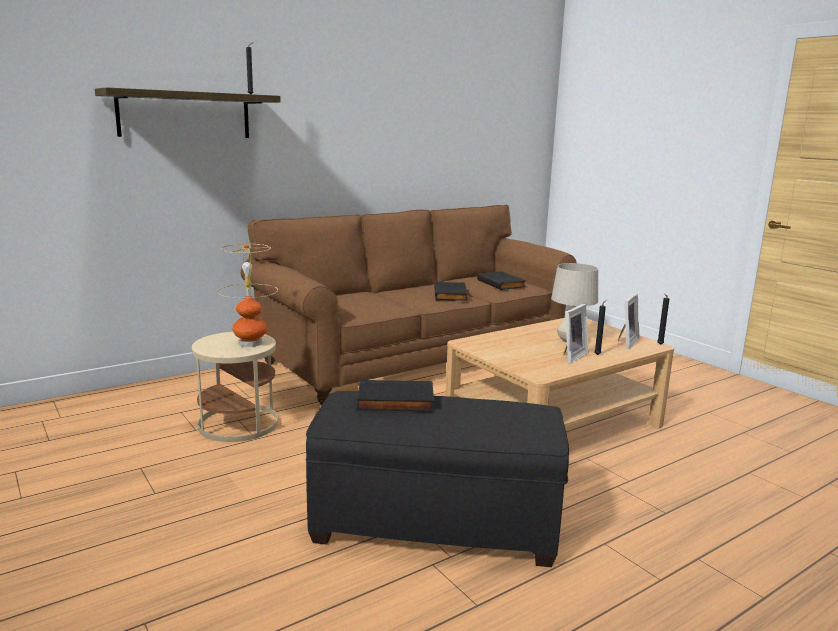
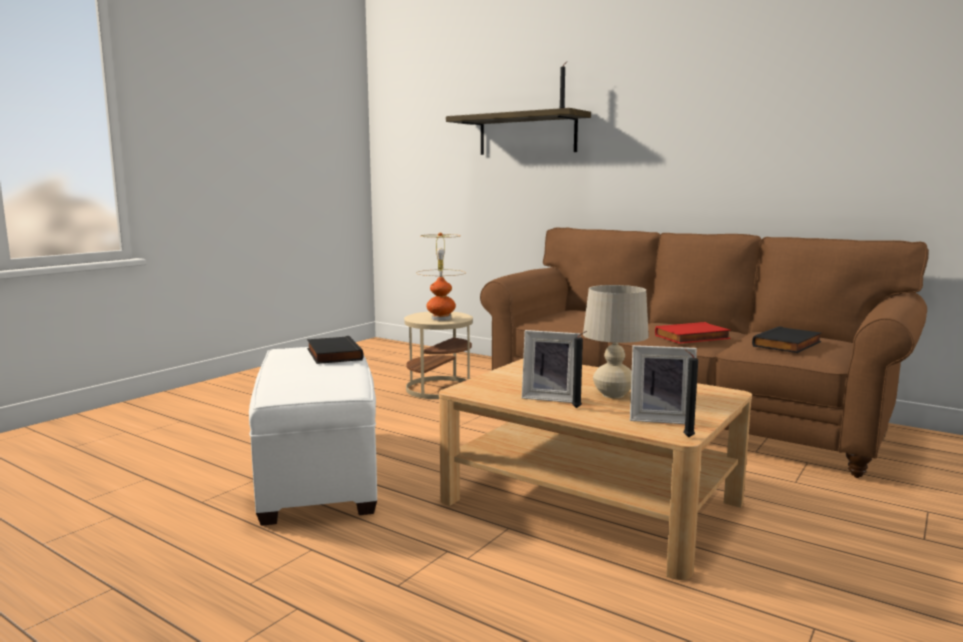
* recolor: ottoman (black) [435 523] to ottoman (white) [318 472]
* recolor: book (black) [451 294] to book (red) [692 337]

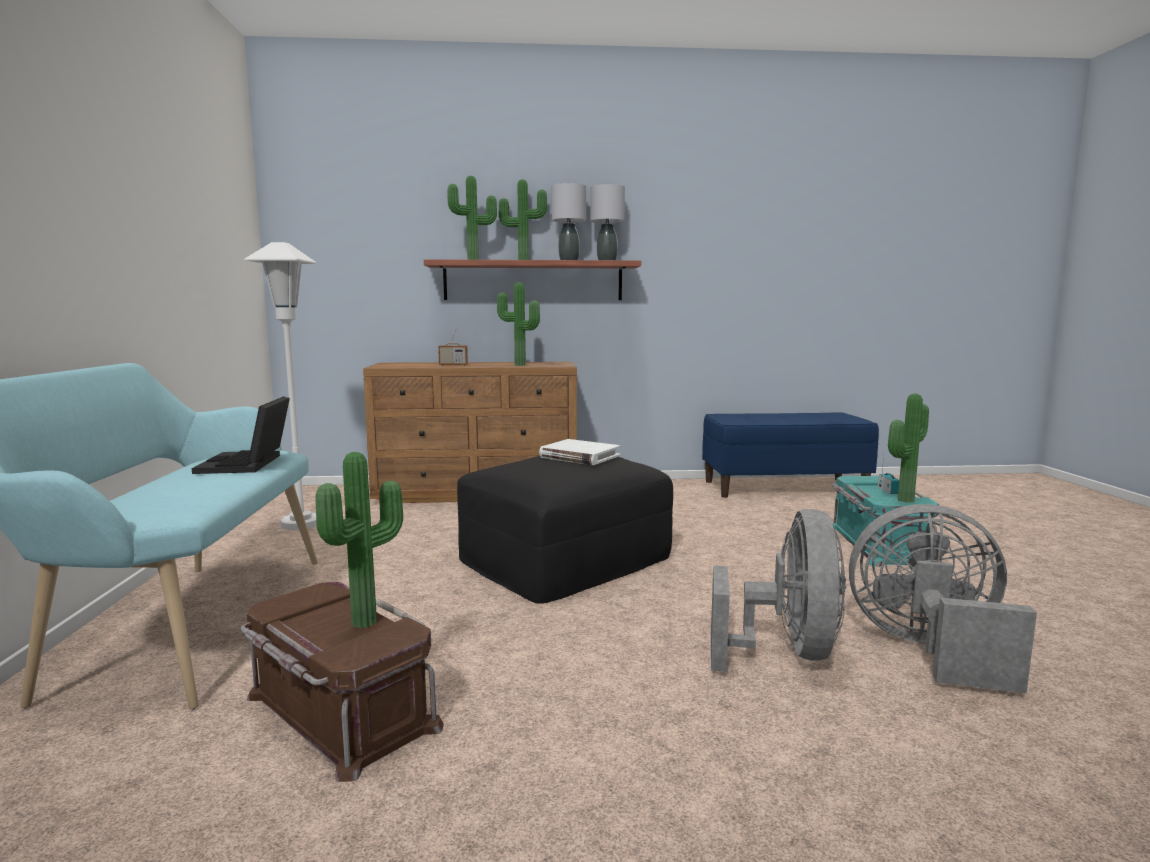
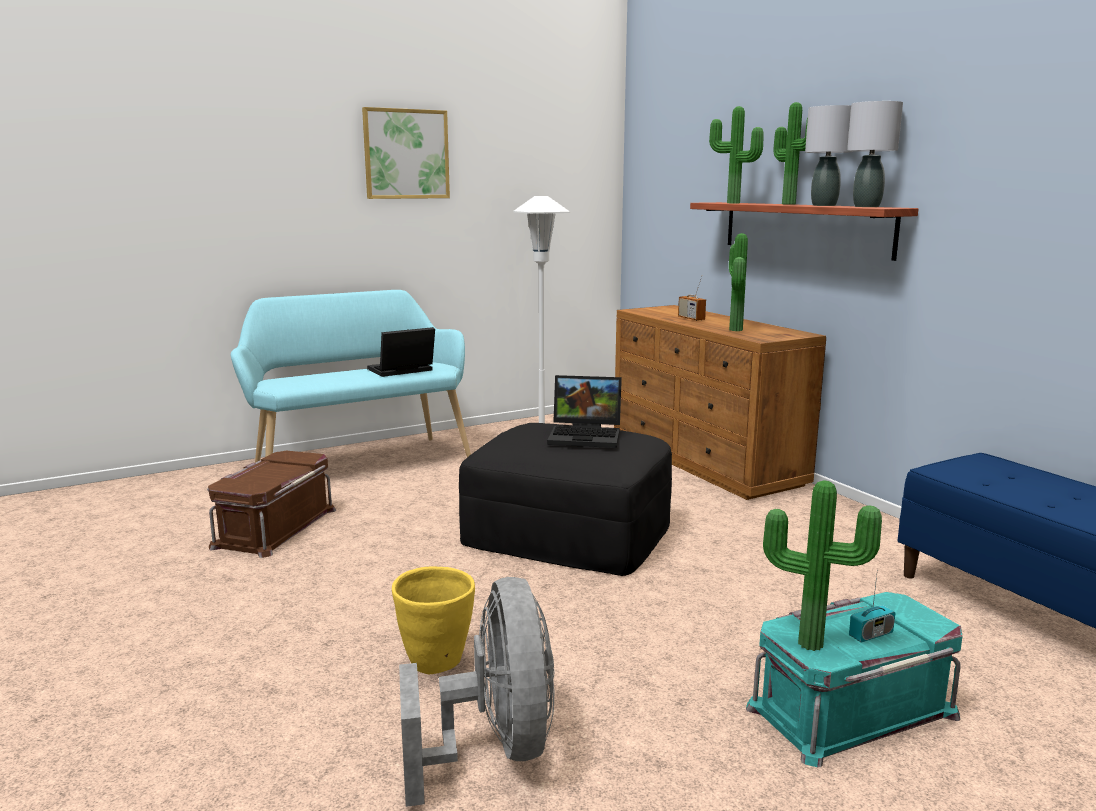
* delete: potted plant [368 623]
* replace: book (white) [579 456] to laptop [587 436]
* replace: fan (grey) [786 652] to planter (yellow) [437 662]
* insert: picture [406 154]

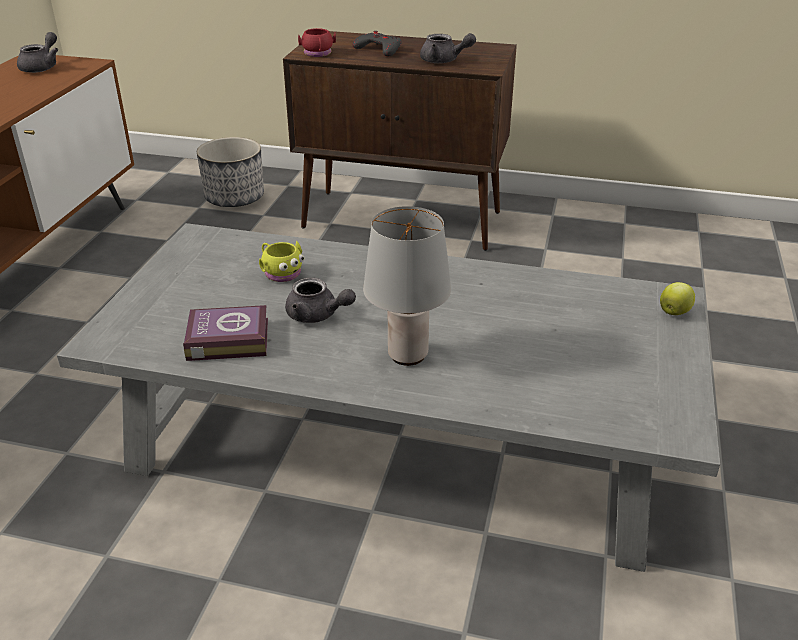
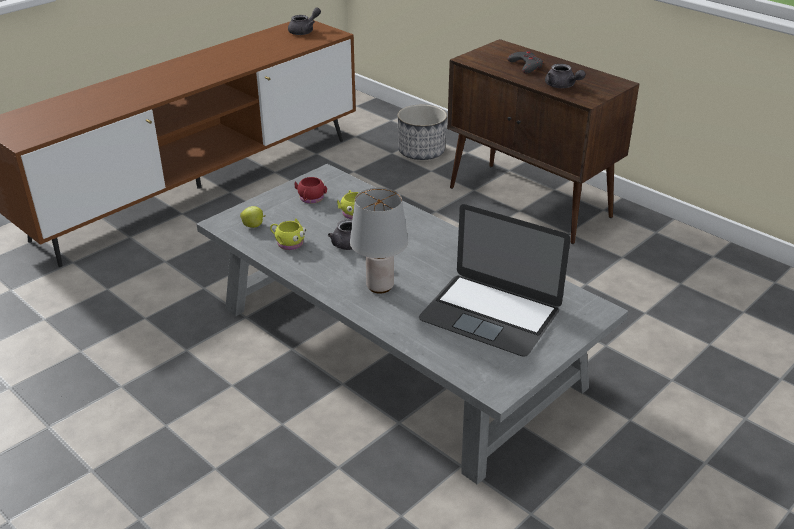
* replace: book [226 339] to mug (yellow) [288 243]
* move: mug (red) [318 54] to [310 199]
* move: apple [674 312] to [254 226]
* insert: laptop [490 314]

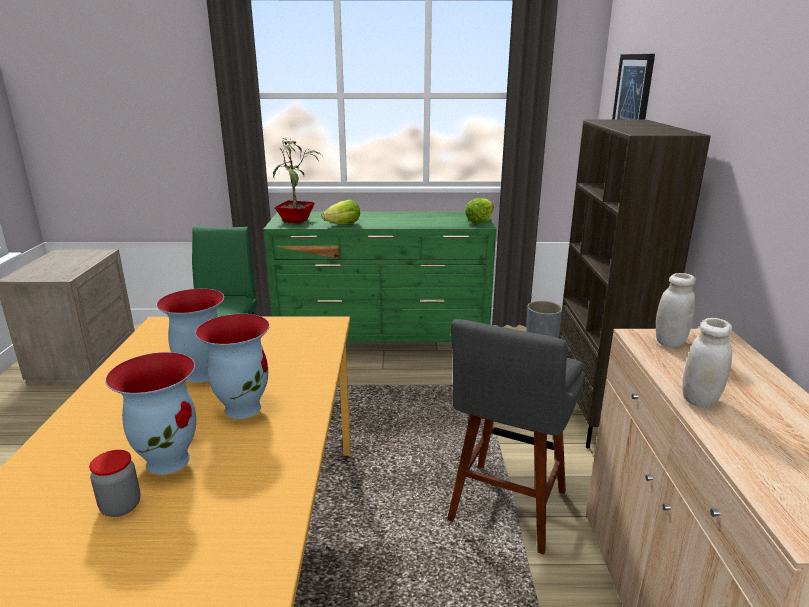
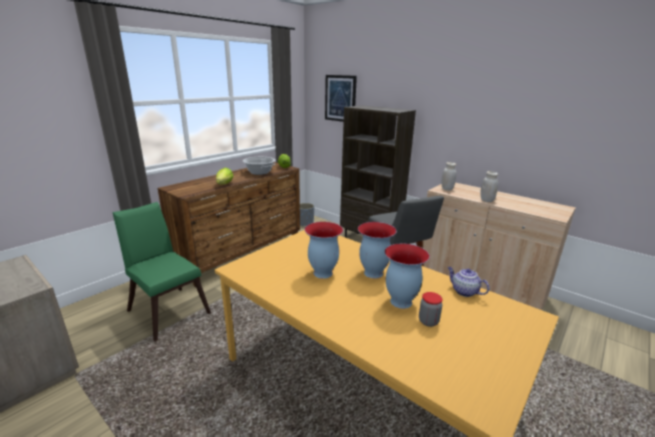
* recolor: dresser (green) [383 346] to dresser (brown) [242 255]
* delete: potted plant [297 221]
* insert: cooking pot [260 172]
* insert: teapot [464 291]

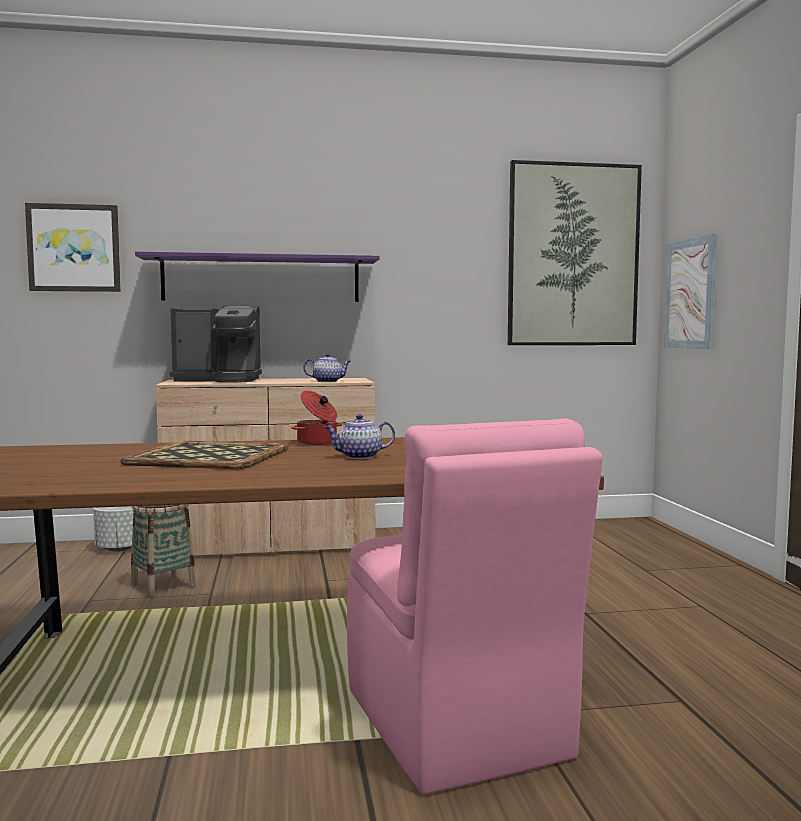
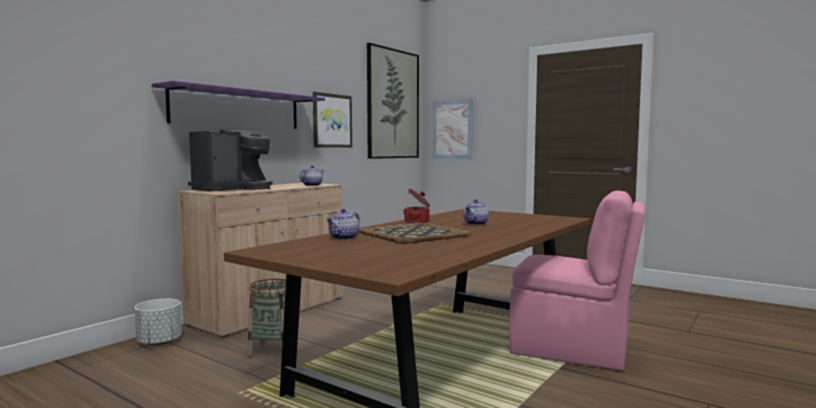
* move: picture [74 248] to [332 121]
* insert: teapot [343 238]

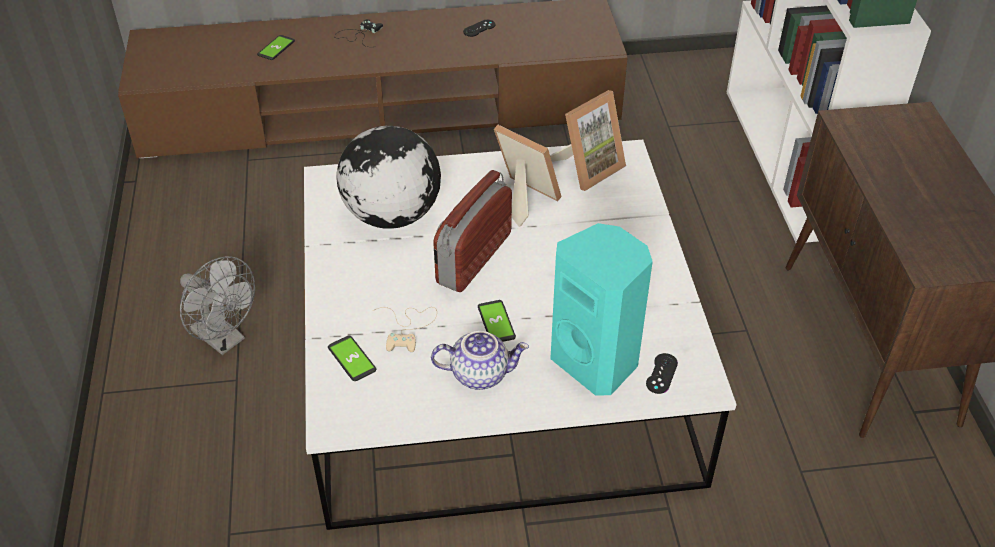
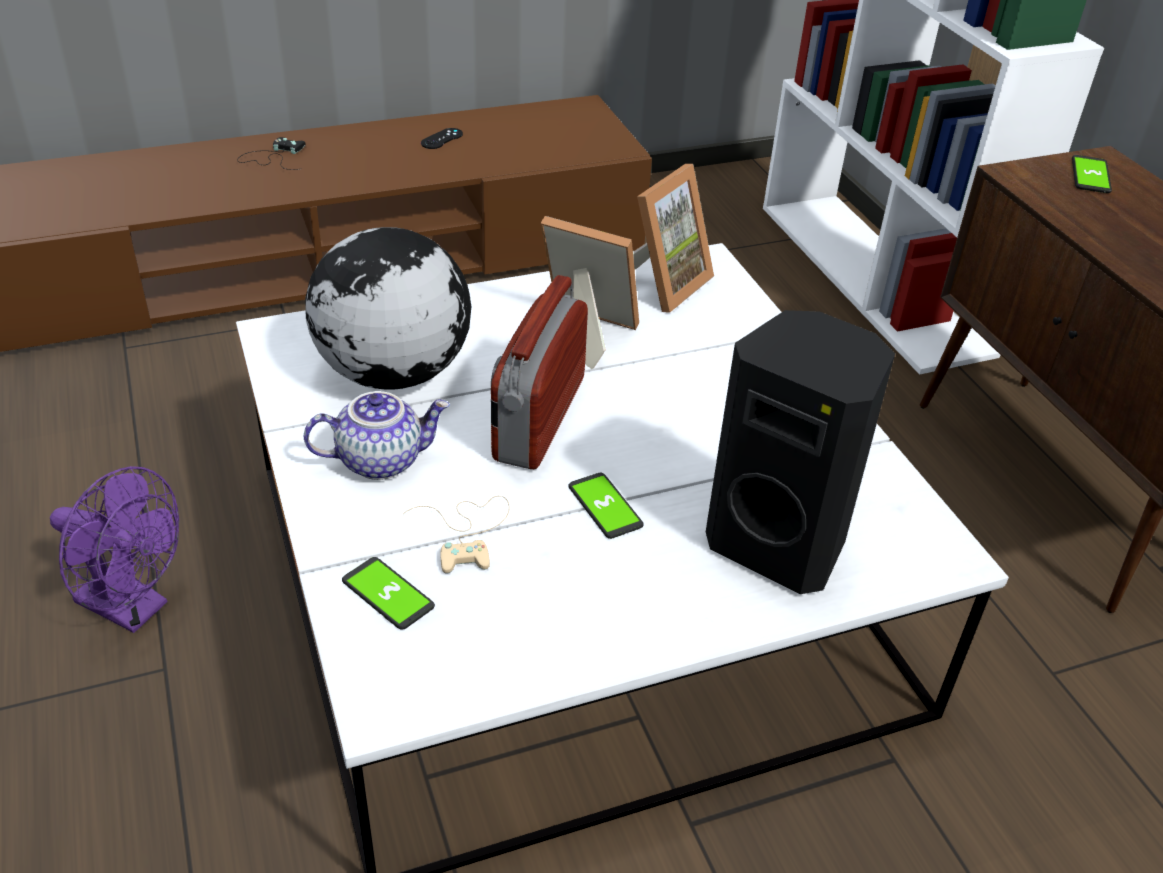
* recolor: fan (grey) [224 339] to fan (purple) [133 608]
* move: phone [276 48] to [1090 175]
* move: teapot [480 373] to [381 459]
* recolor: speaker (turquoise) [597 361] to speaker (black) [779 543]
* delete: game controller (black) [661 373]

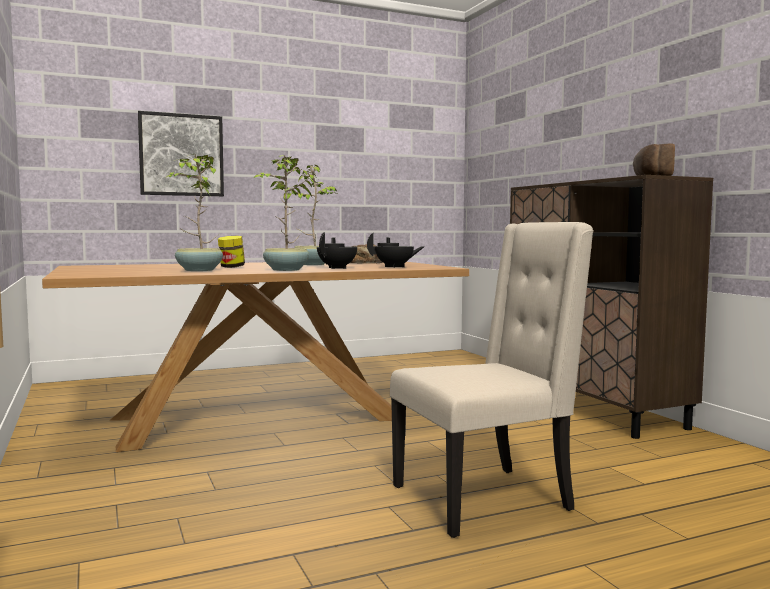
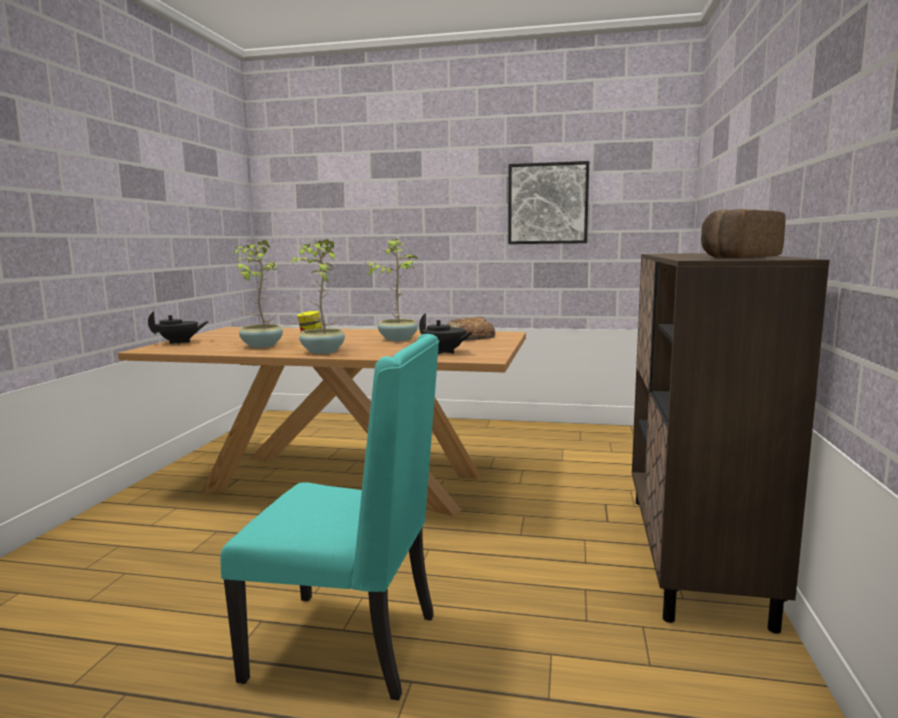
* move: picture [181 155] to [548 203]
* move: teapot (black) [337 268] to [180 342]
* recolor: chair (beige) [485 498] to chair (turquoise) [349 646]

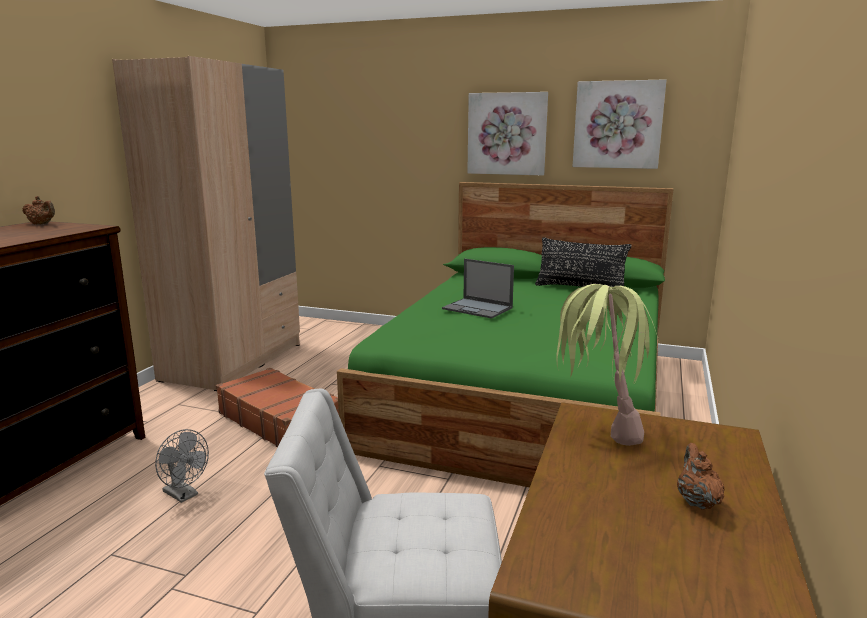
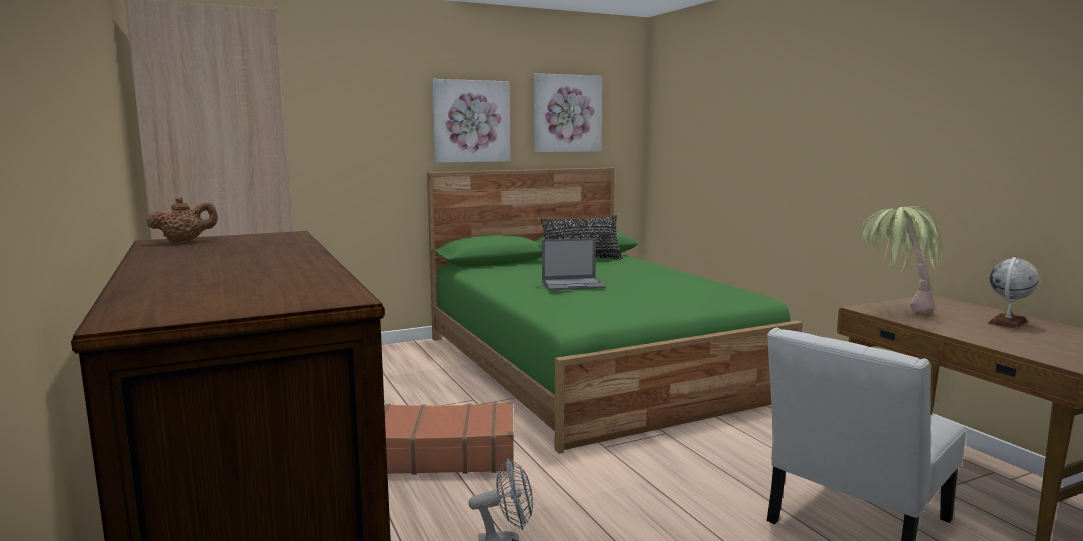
* replace: teapot (brown) [696 501] to globe [1007 322]

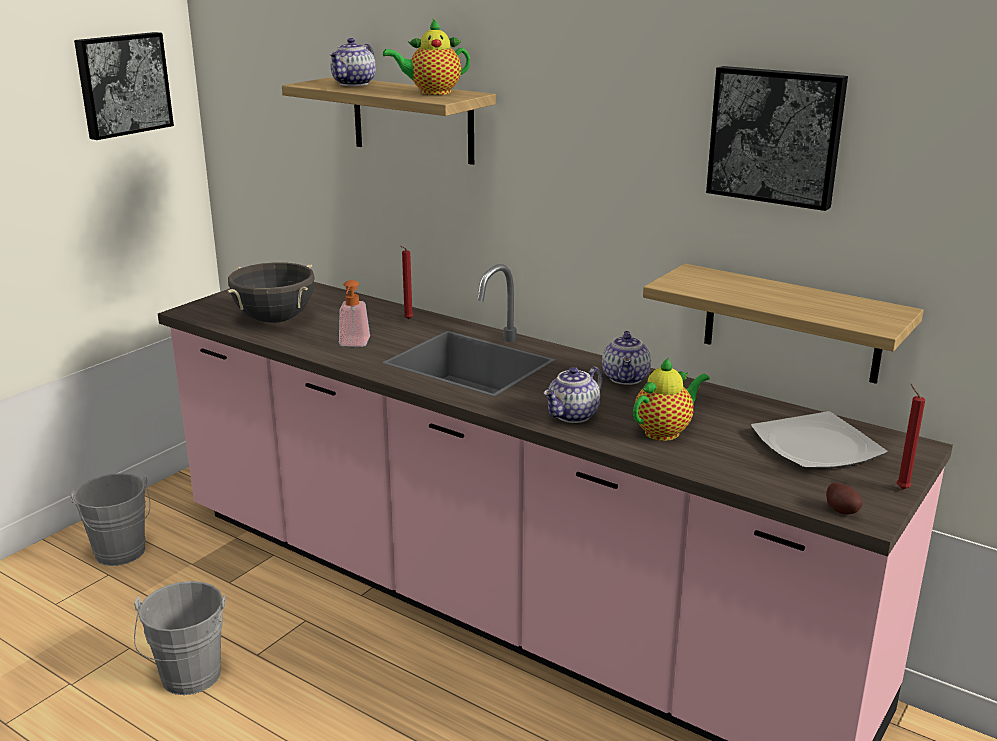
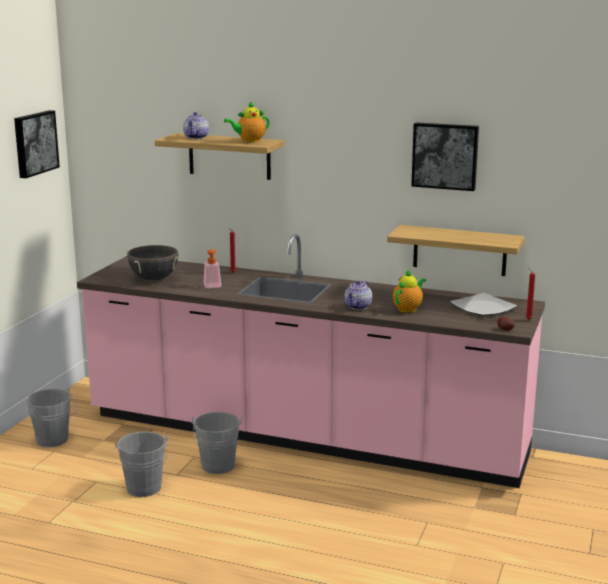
* delete: teapot [626 378]
* insert: bucket (grey) [217 468]

